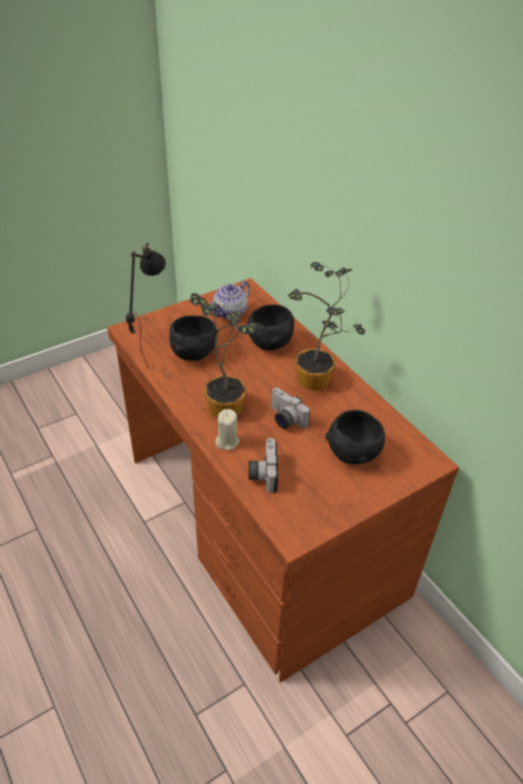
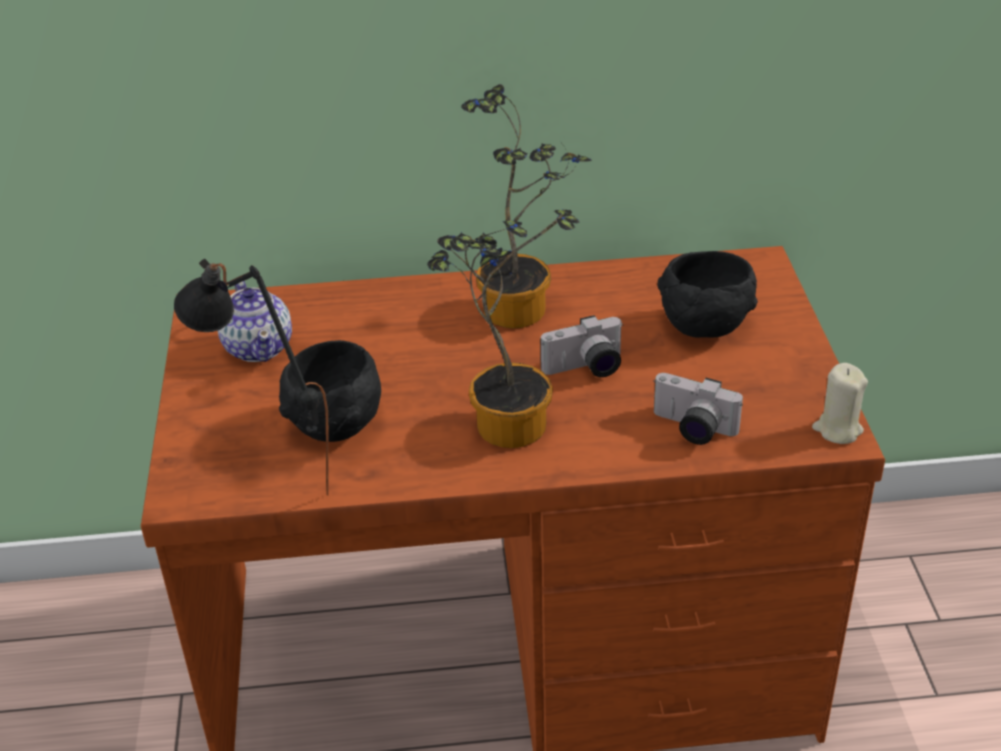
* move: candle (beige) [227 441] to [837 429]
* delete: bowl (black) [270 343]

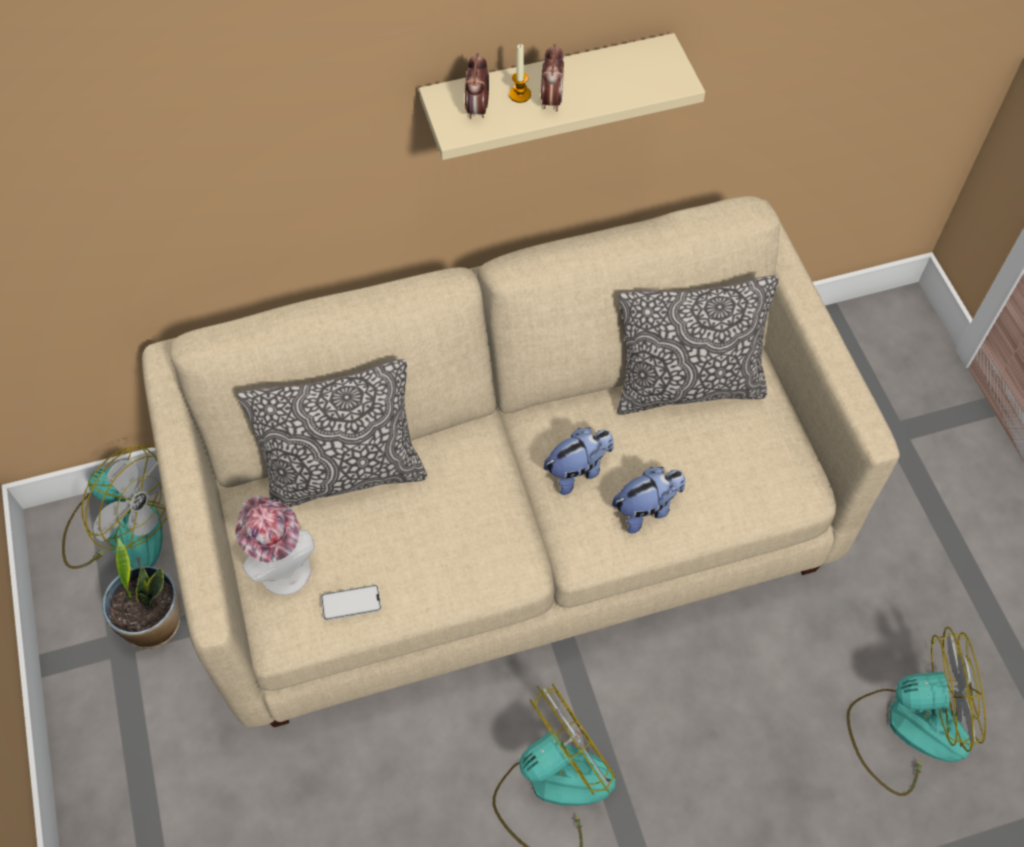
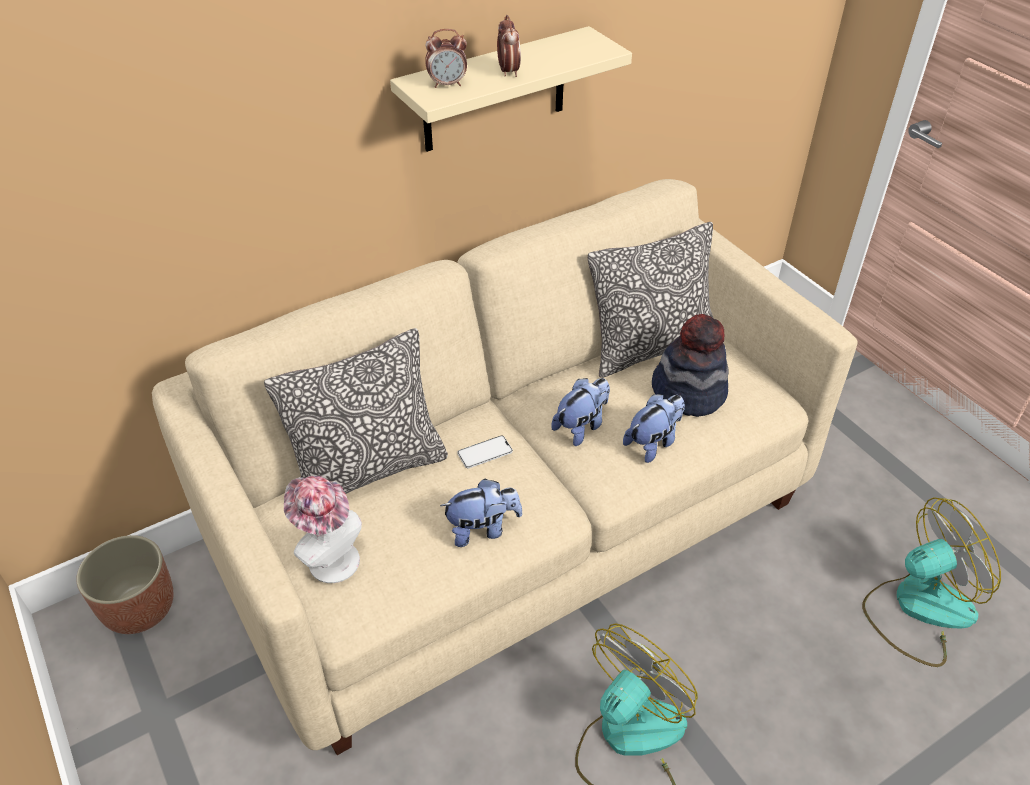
* replace: fan [123 527] to planter [140 607]
* delete: potted plant [154 623]
* move: phone [351 603] to [485 452]
* rotate: alarm clock [477 109] = [447 84] 90 degrees counterclockwise
* delete: candle [520 95]
* insert: plush toy [482 529]
* insert: hat [688 392]

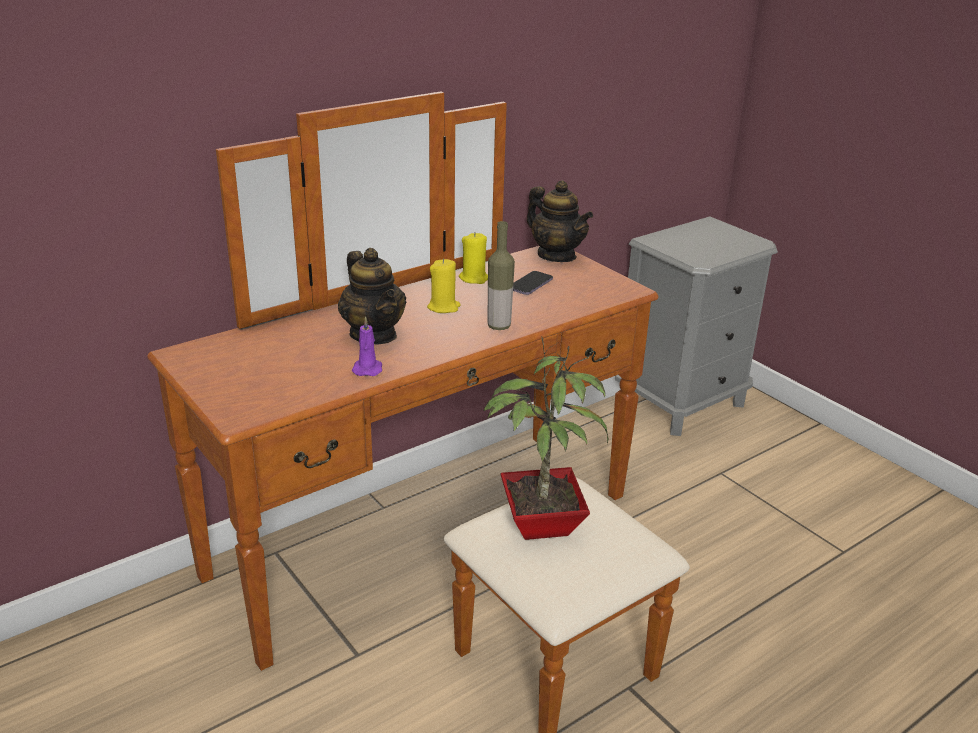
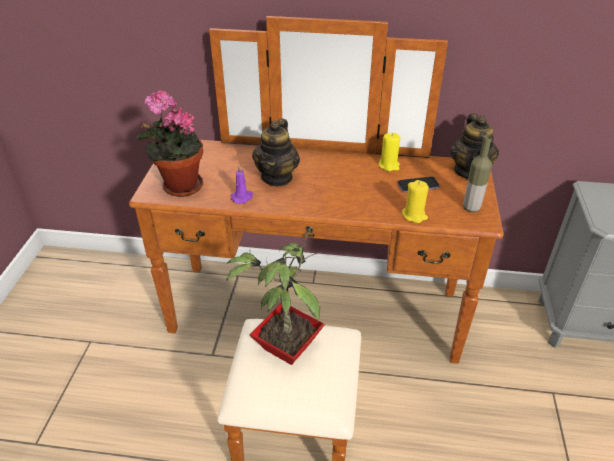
* move: candle (yellow) [444 307] to [414 215]
* move: bottle [499 326] to [471 208]
* insert: potted plant [179 187]

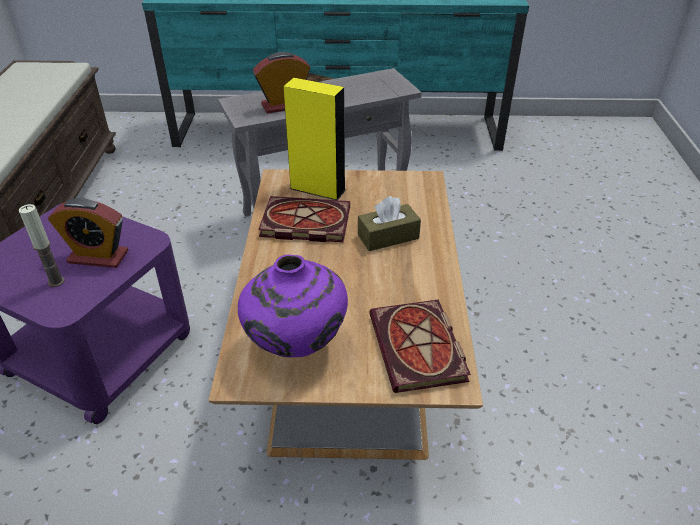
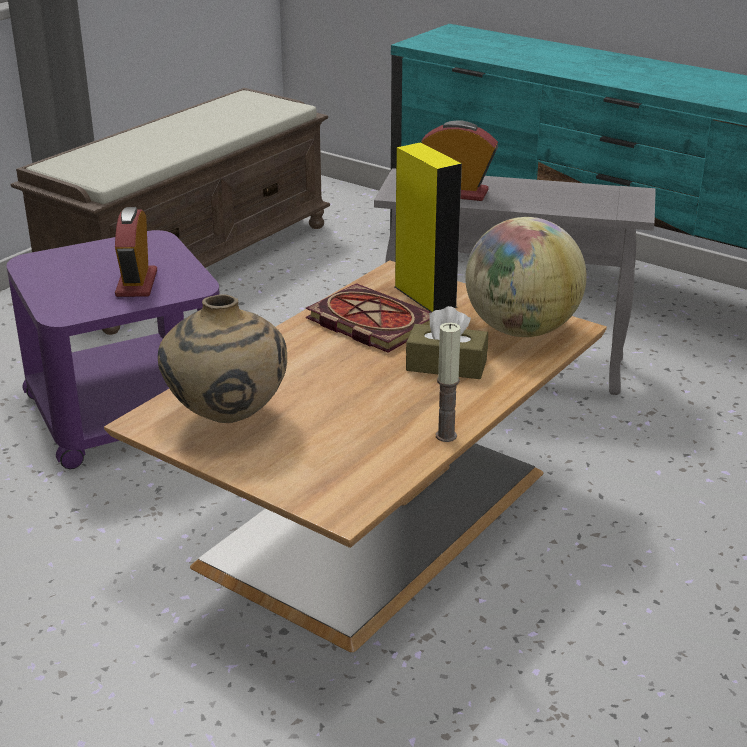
* move: candle [56 281] to [446 436]
* rotate: alarm clock [98 257] = [136 283] 45 degrees clockwise
* recolor: vase (purple) [296 347] to vase (beige) [227 419]
* delete: book [420 349]
* insert: globe [521 330]

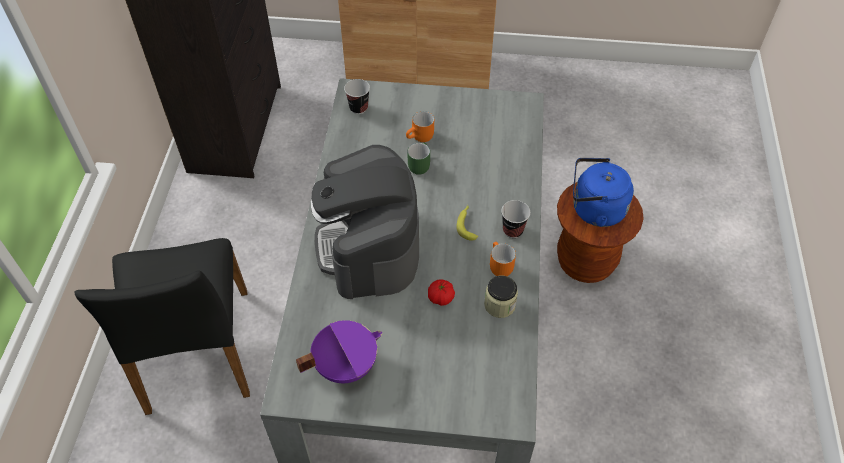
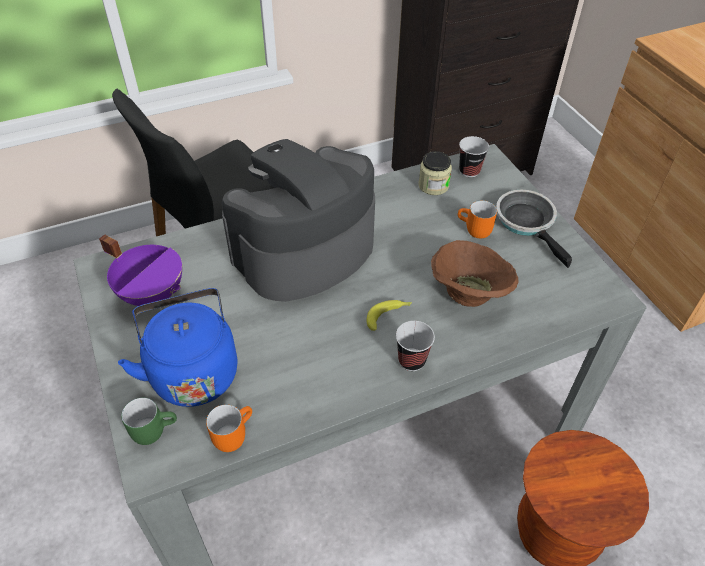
* move: mug (green) [418 164] to [153 428]
* delete: tomato [441 297]
* move: jar [499 305] to [433 185]
* move: mug (orange) [498 266] to [232 433]
* move: kettle (blue) [594 210] to [193 371]
* insert: bowl (brown) [469 292]
* insert: frying pan [527 223]

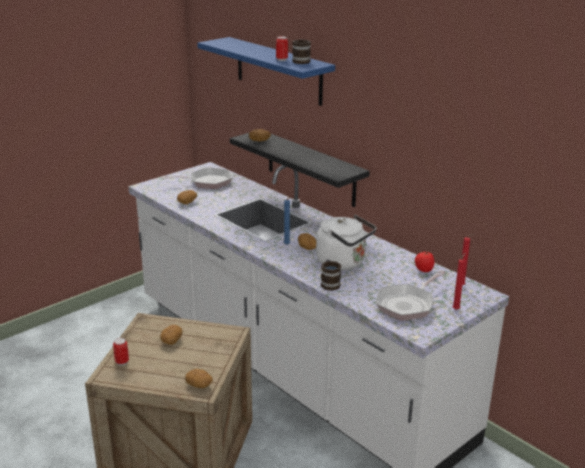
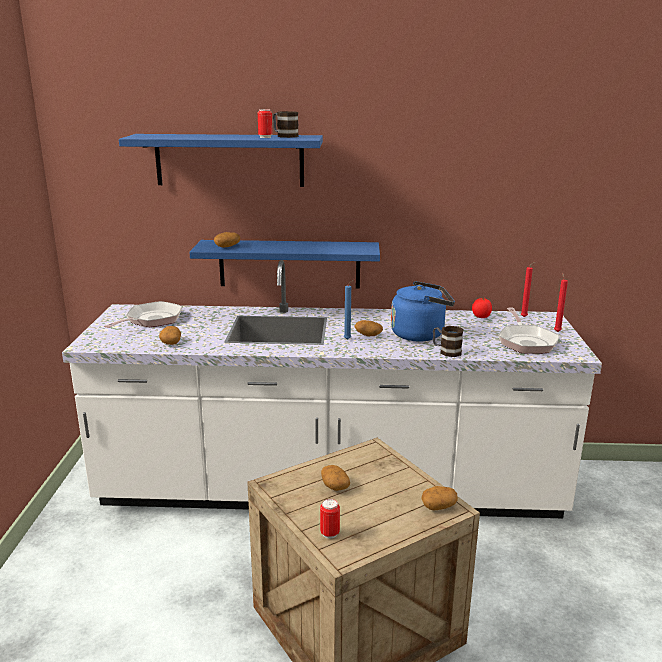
* recolor: shelf (black) [310 168] to shelf (blue) [289 264]
* recolor: kettle (white) [343 263] to kettle (blue) [421 334]

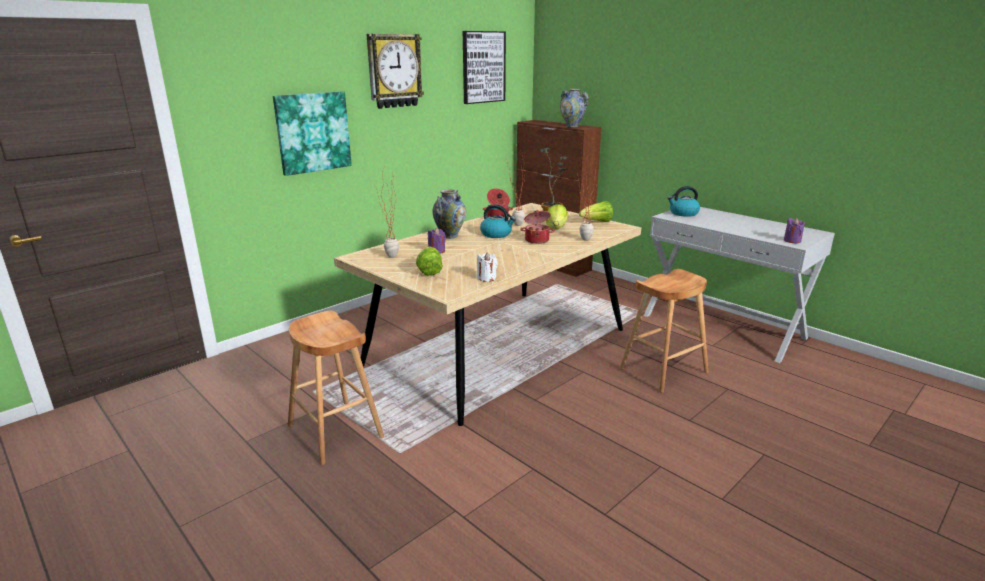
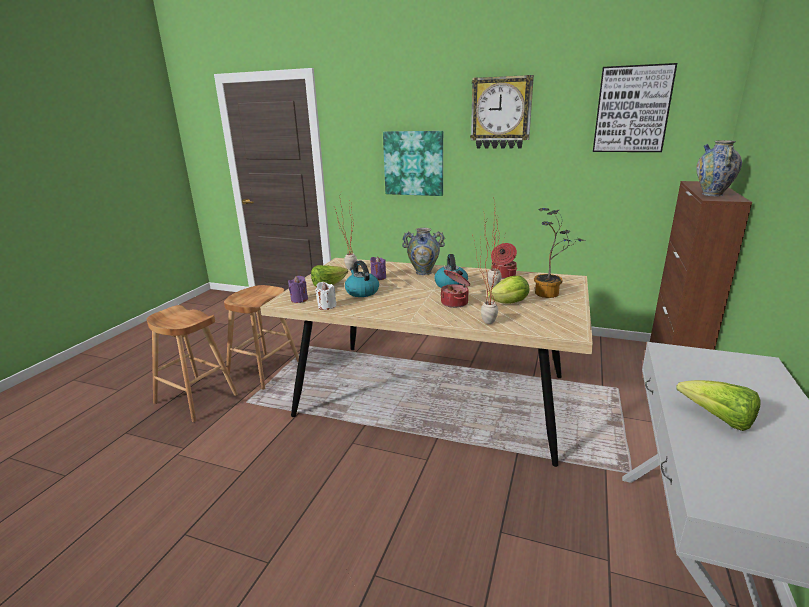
* move: lettuce [597 222] to [718 419]
* move: stool (brown) [663 370] to [196 399]
* move: kettle [683 213] to [361 292]
* move: candle (purple) [792 241] to [299 299]

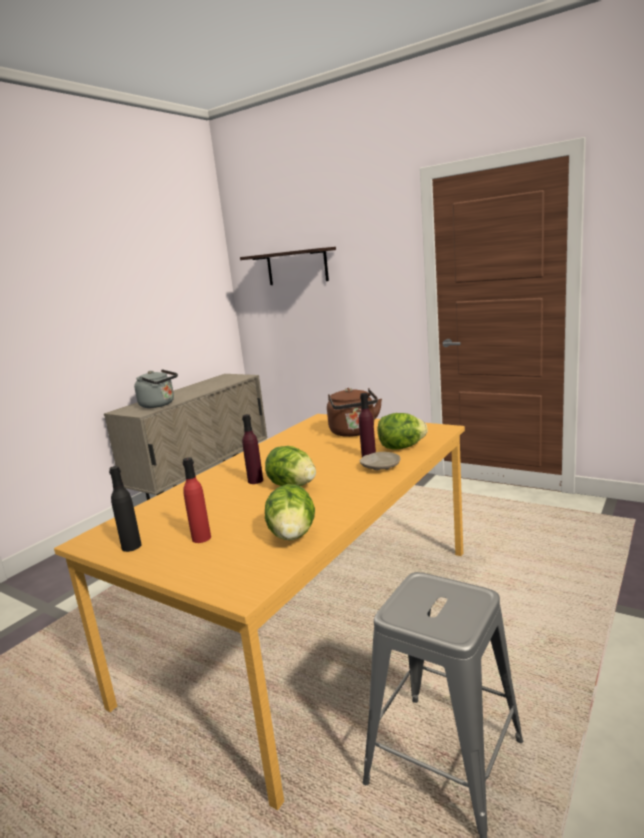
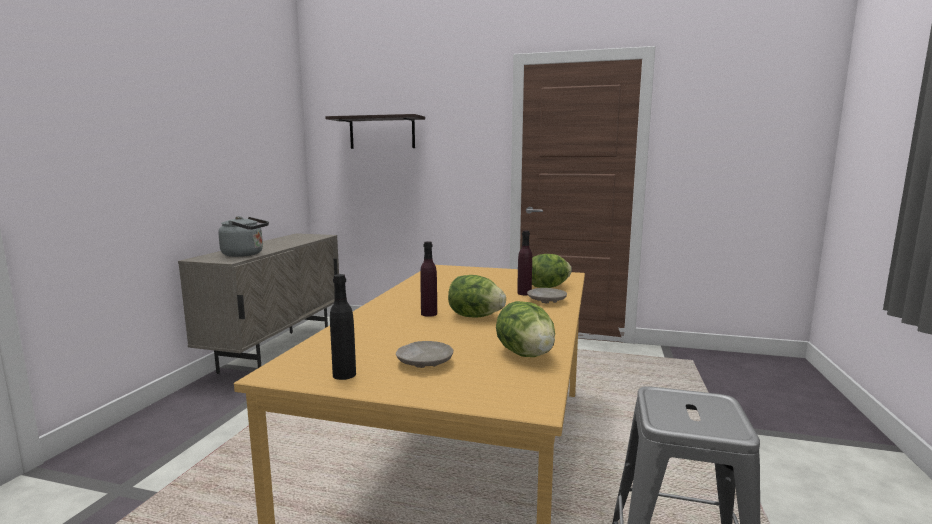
* replace: bottle (red) [201 538] to plate (beige) [424 362]
* delete: kettle (brown) [354 432]

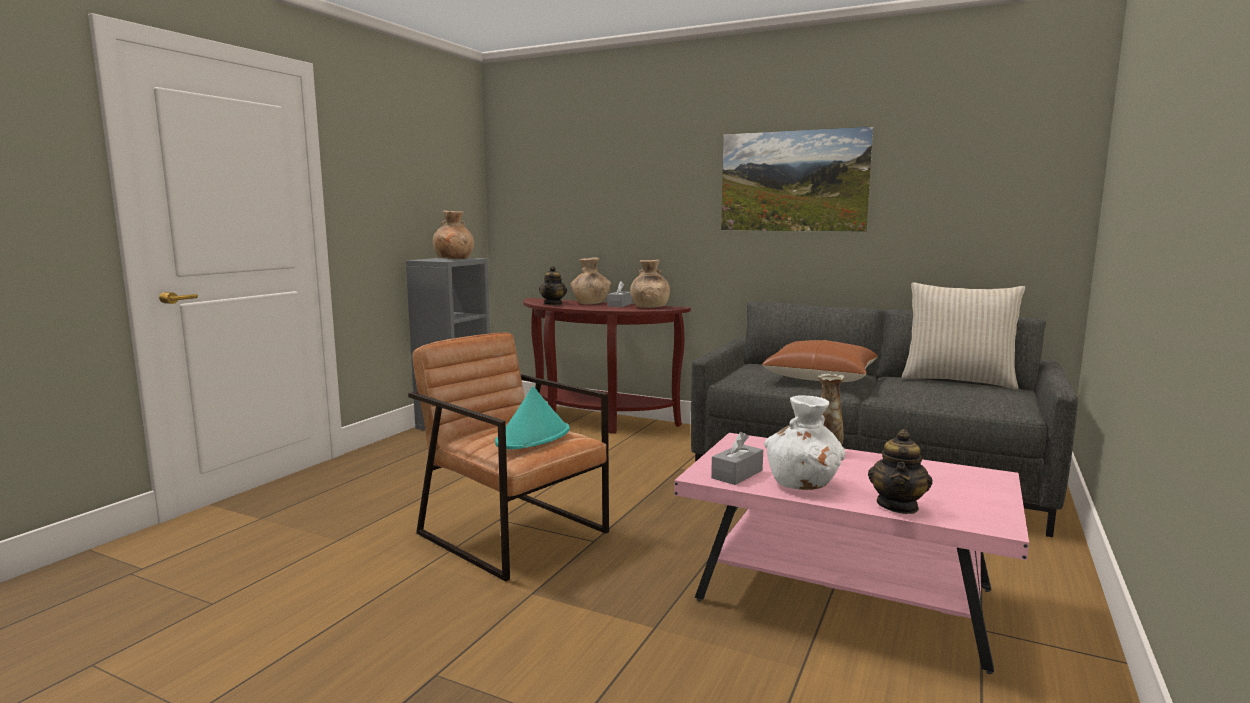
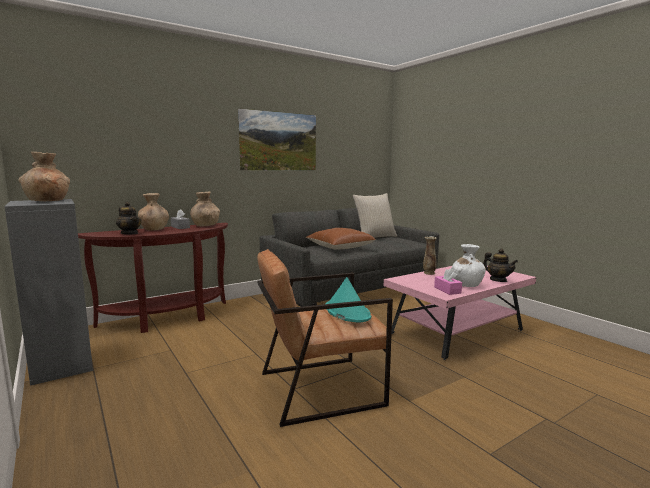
* recolor: tissue box (grey) [737 474] to tissue box (pink) [447 290]

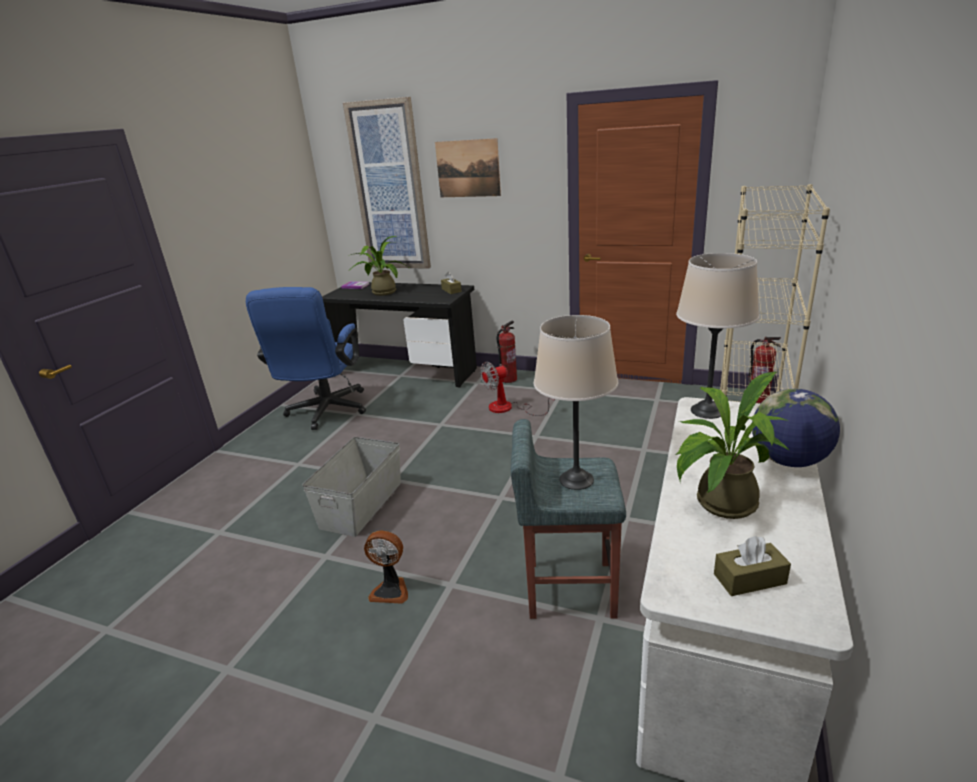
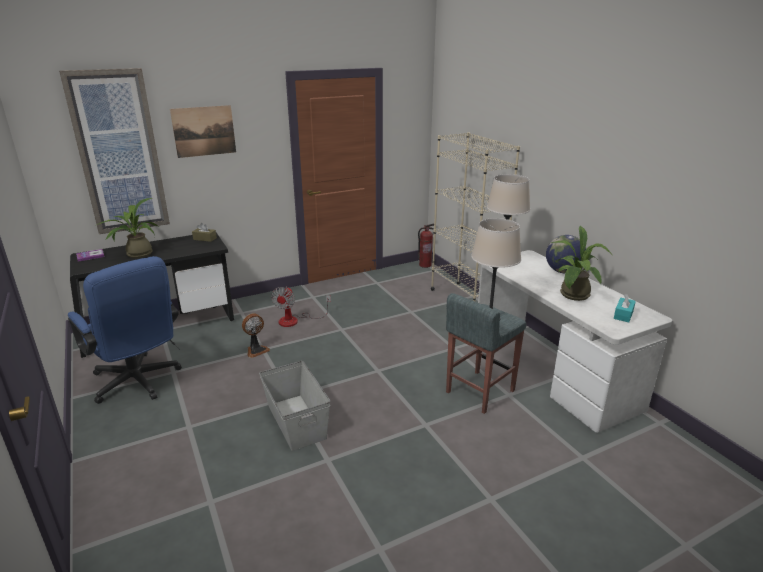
* move: fan [391 590] to [256 350]
* delete: fire extinguisher [508 379]
* recolor: tissue box (brown) [749 579] to tissue box (turquoise) [623 315]

